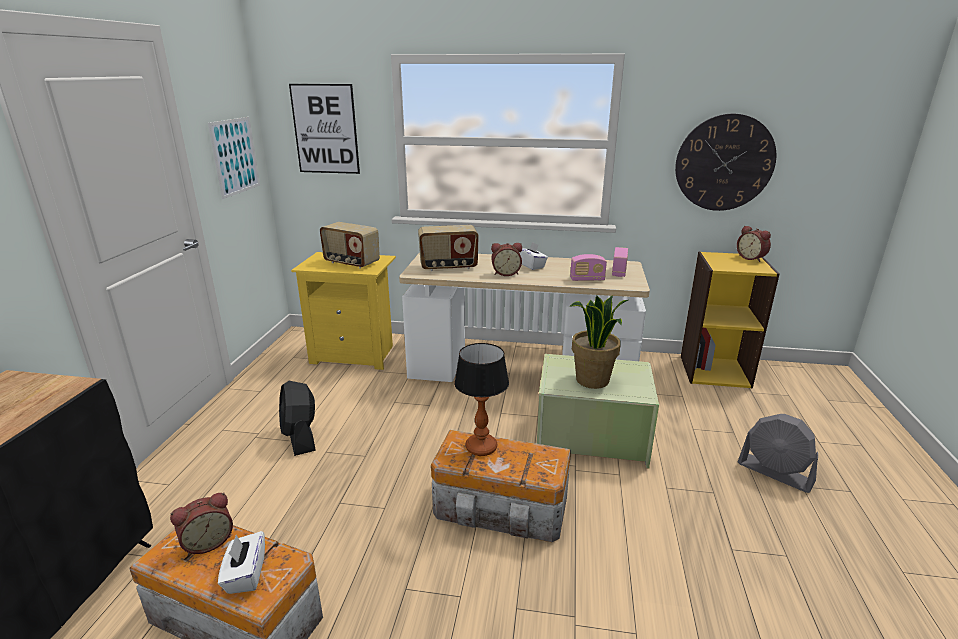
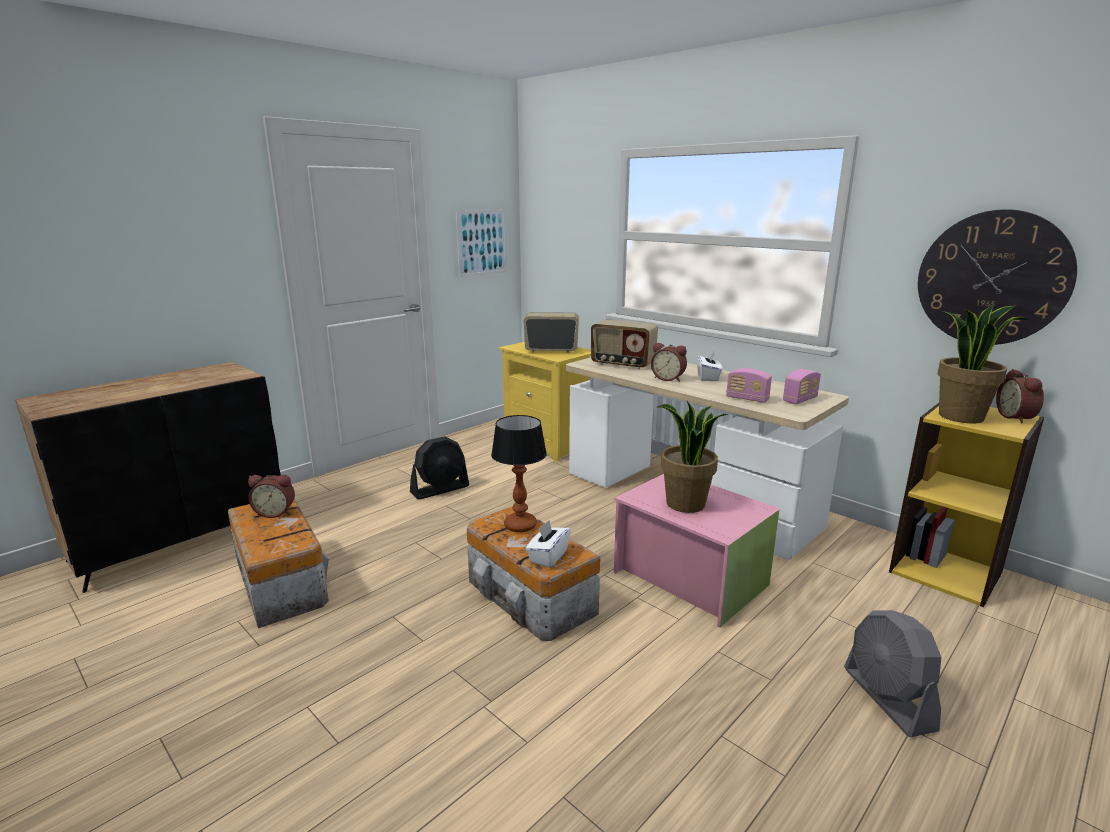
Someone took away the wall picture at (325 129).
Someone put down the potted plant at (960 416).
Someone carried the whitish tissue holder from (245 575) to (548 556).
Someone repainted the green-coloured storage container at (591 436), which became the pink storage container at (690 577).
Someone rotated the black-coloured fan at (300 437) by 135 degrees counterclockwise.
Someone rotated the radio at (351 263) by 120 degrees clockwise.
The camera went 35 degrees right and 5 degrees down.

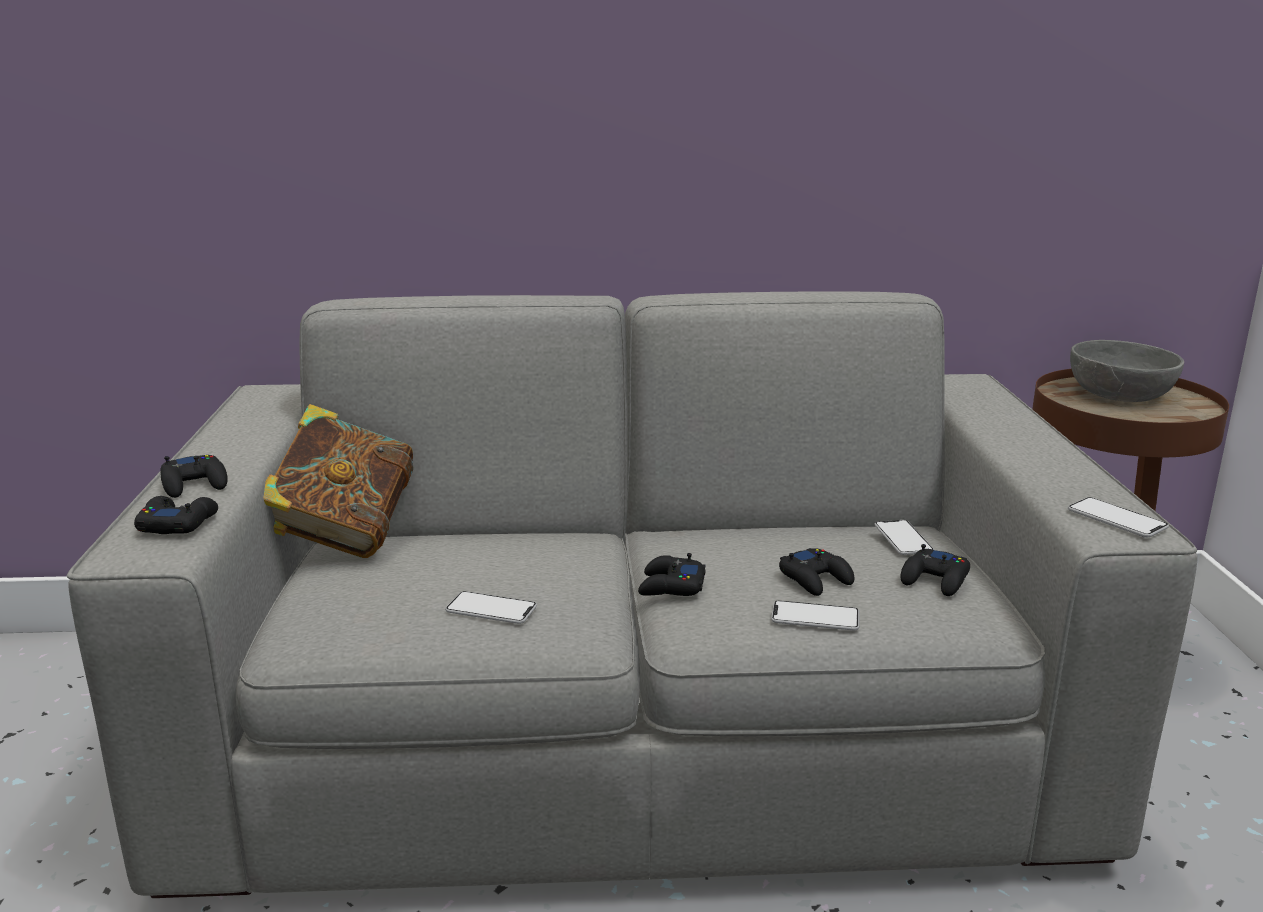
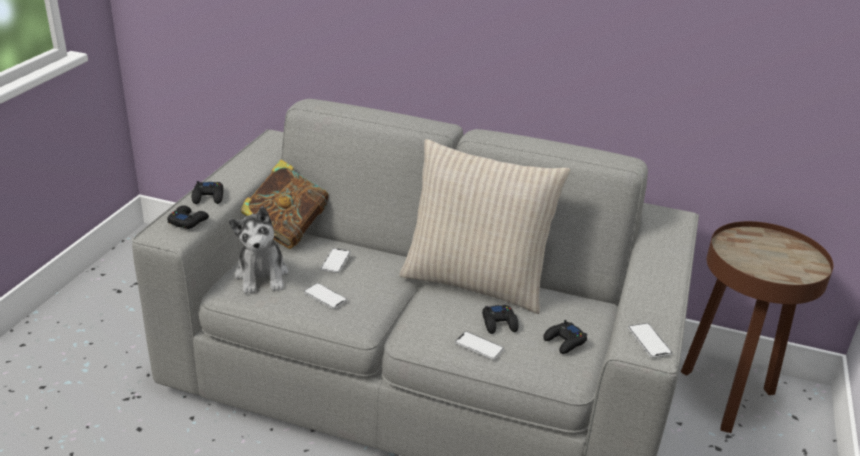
Someone took away the black-coloured joypad at (671 586).
Someone took away the greyish deep dish at (1120 393).
Someone put down the cuddly toy at (262 275).
Someone put down the beige pillow at (476 282).
Someone carried the handset from (903 539) to (335 261).
The camera went 20 degrees right and 10 degrees up.

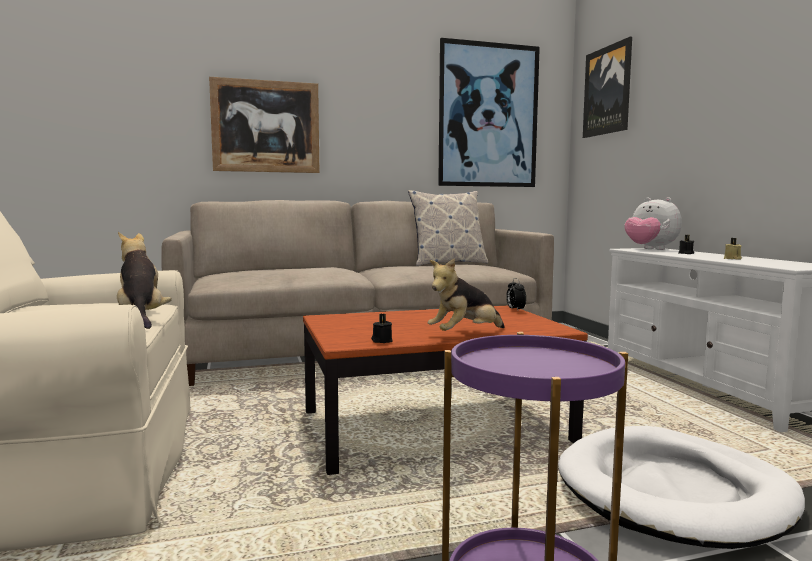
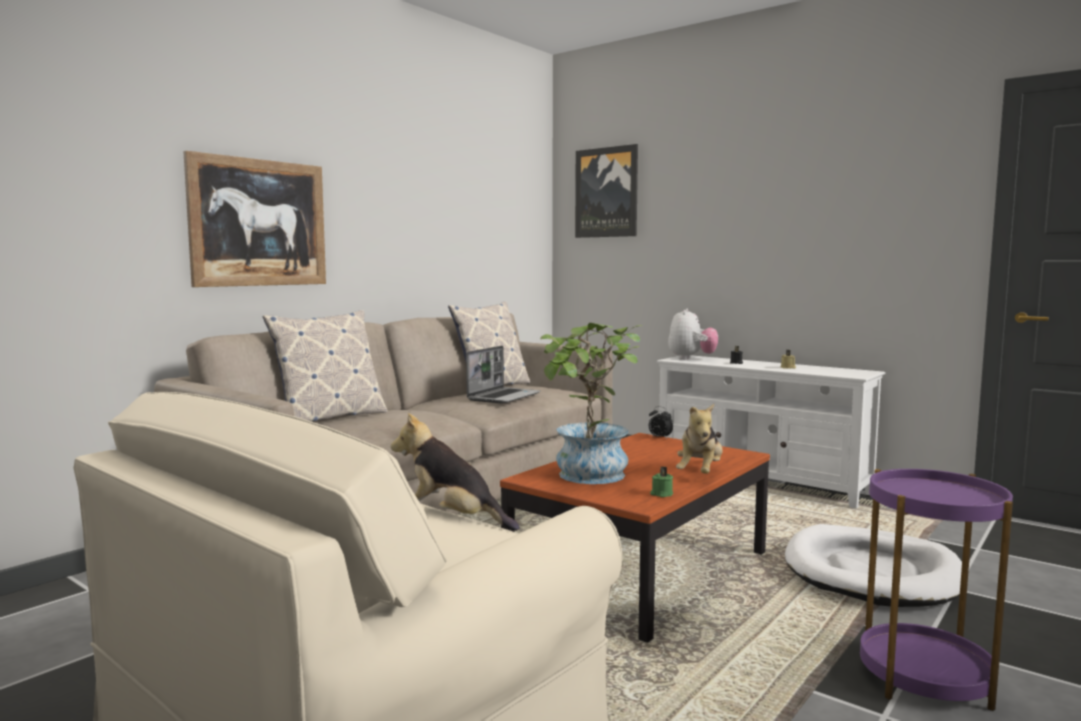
Someone took away the wall picture at (488 116).
Someone put down the pillow at (329 418).
Someone put down the portable computer at (504 397).
Someone put down the potted plant at (588 477).
Someone repainted the black-coloured candle at (381 341), which became the green-coloured candle at (661 494).
Someone rotated the cuddly toy at (650 249) by 90 degrees counterclockwise.
The camera went 35 degrees left and 0 degrees up.

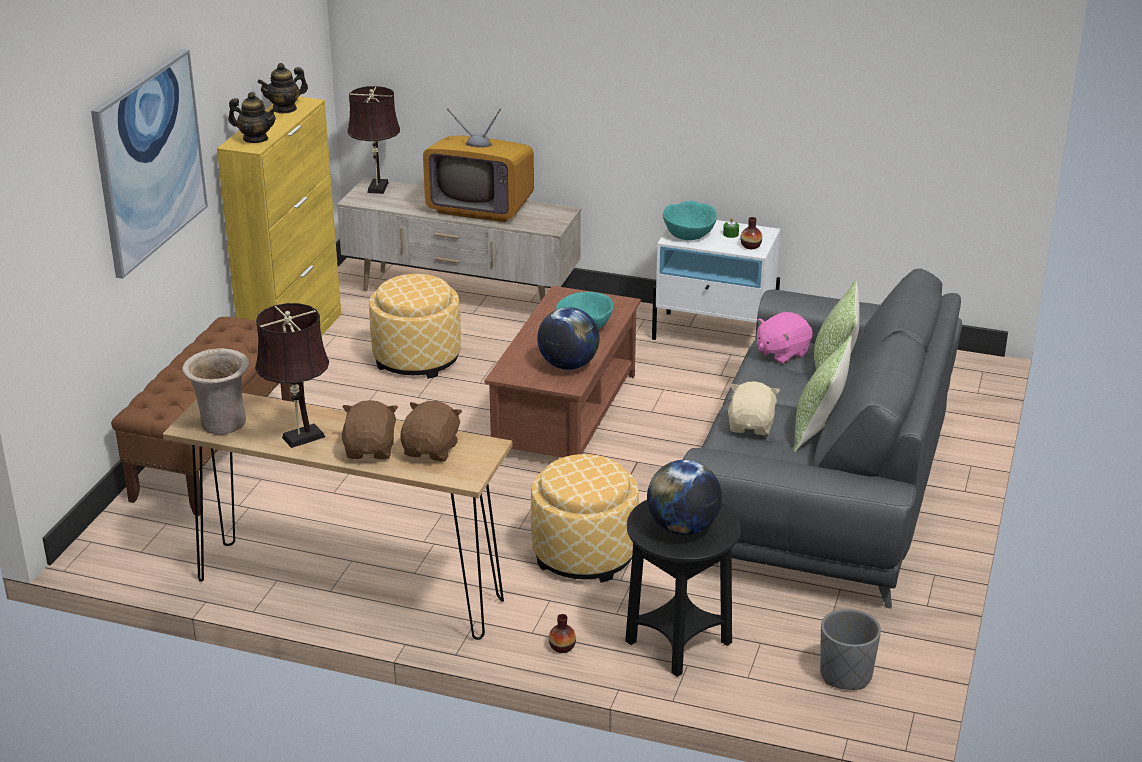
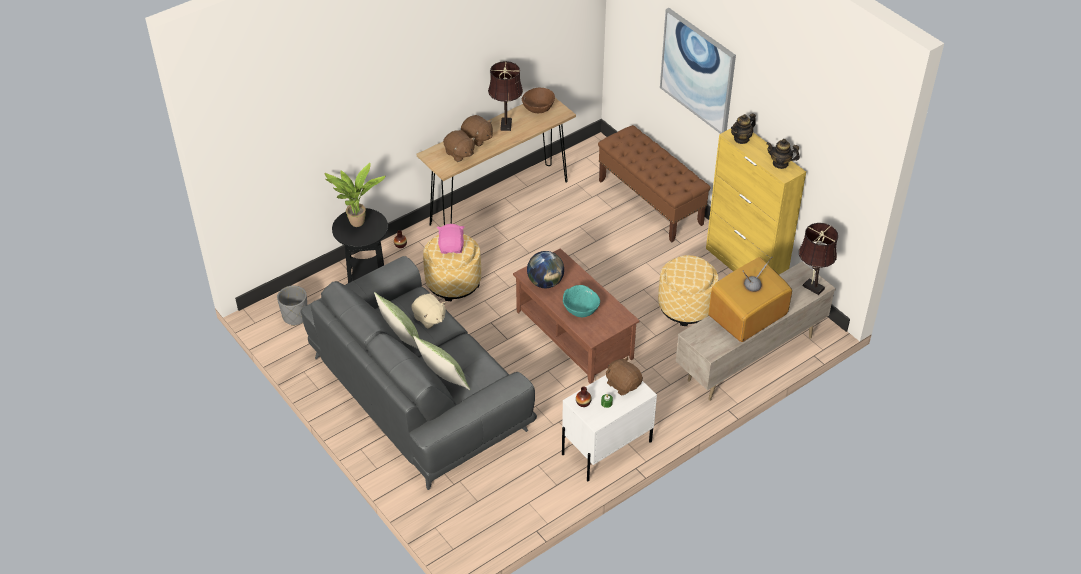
Someone carried the pink cuddly toy from (781 353) to (451 247).
Someone swapped the beige flower vase at (223 425) for the brownish deep dish at (538 108).
Someone swapped the desk globe at (683 528) for the potted plant at (357 225).
Someone swapped the turquoise-coloured deep dish at (689 234) for the brownish cuddly toy at (623 384).
Someone rotated the tea pot at (285 109) by 75 degrees counterclockwise.
The camera went 125 degrees right and 15 degrees up.

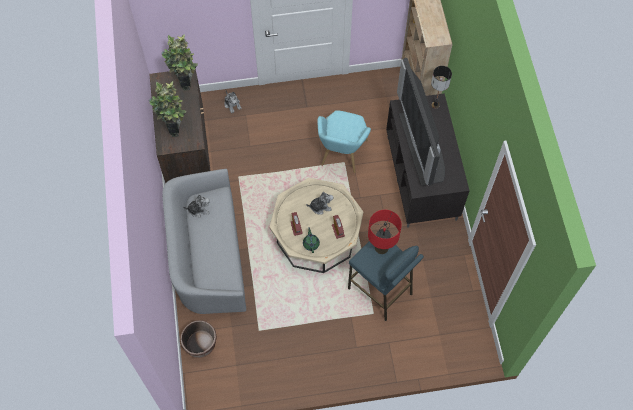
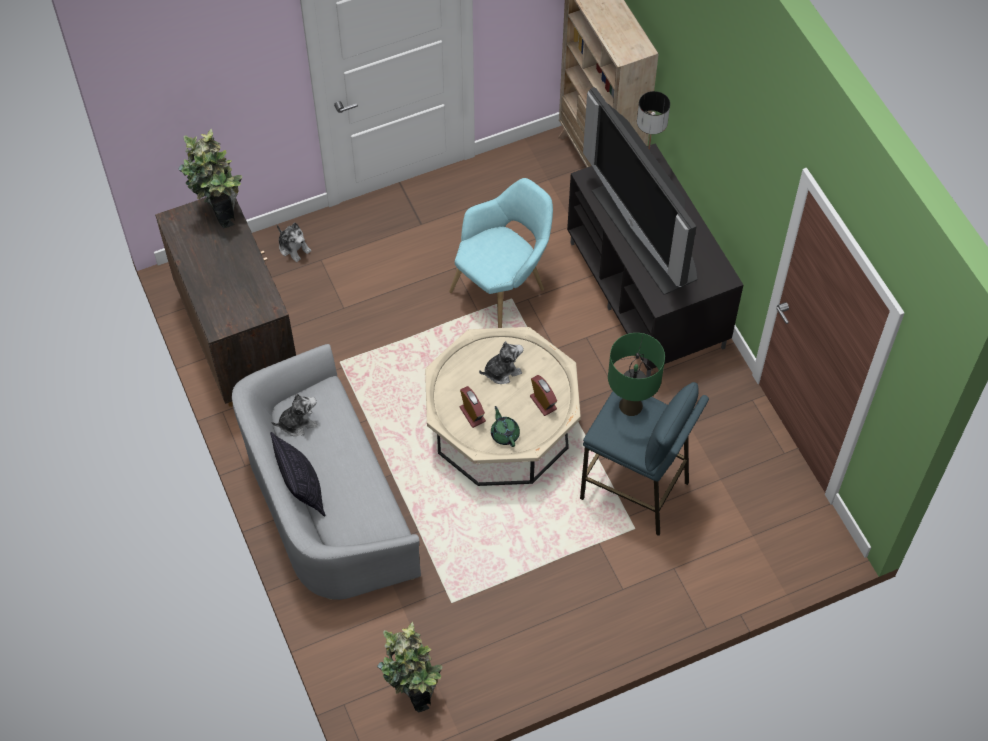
Someone took away the brownish plant pot at (200 344).
Someone put down the pillow at (302 489).
Someone carried the potted plant from (173 125) to (413 690).
Someone repainted the red-coloured lamp for a table at (381 247), which became the green-coloured lamp for a table at (630 405).
Someone rotated the turquoise-coloured lounge chair at (341 155) by 135 degrees counterclockwise.
The camera went 15 degrees left and 5 degrees down.

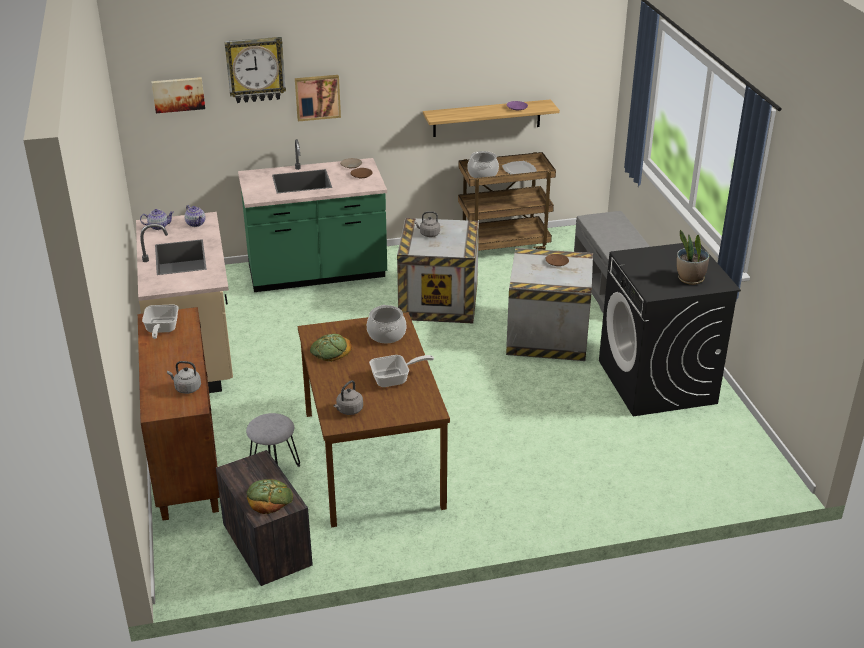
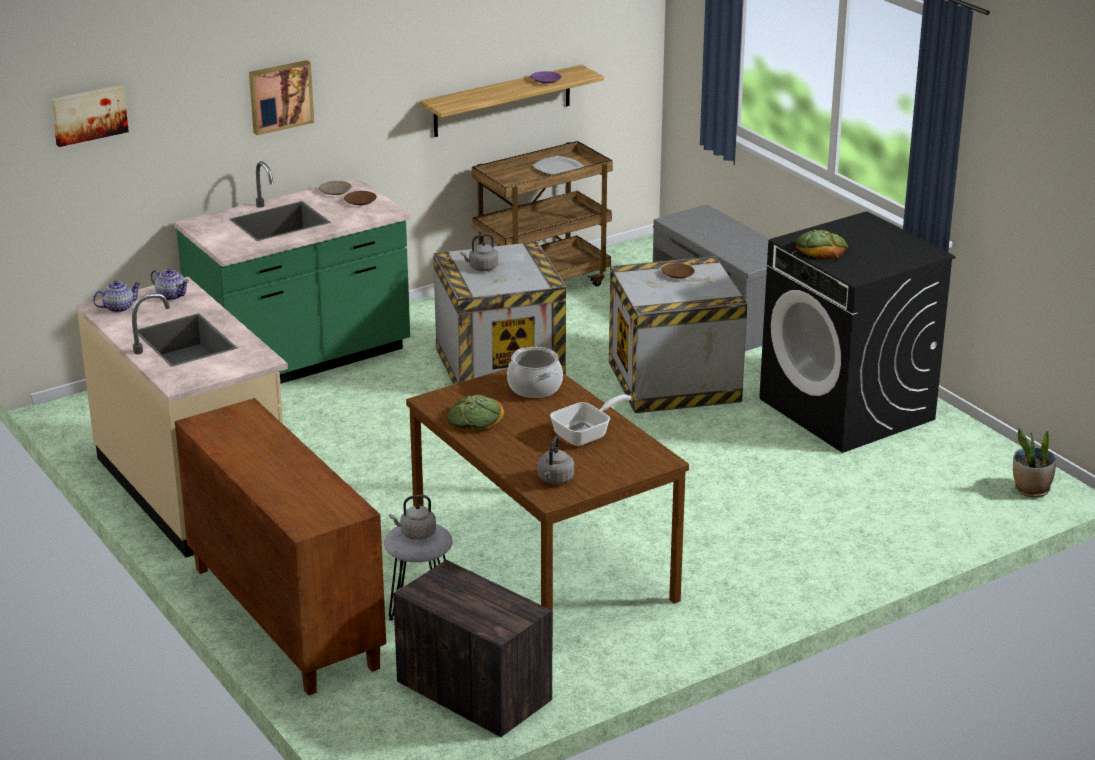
Someone took away the pan at (161 330).
Someone took away the wall clock at (255 69).
Someone took away the stockpot at (483 174).
Someone carried the greyish water kettle from (186 388) to (416 534).
Someone carried the bread from (269 498) to (821 249).
Someone carried the potted plant from (690 279) to (1031 490).
The camera went 20 degrees left and 5 degrees down.

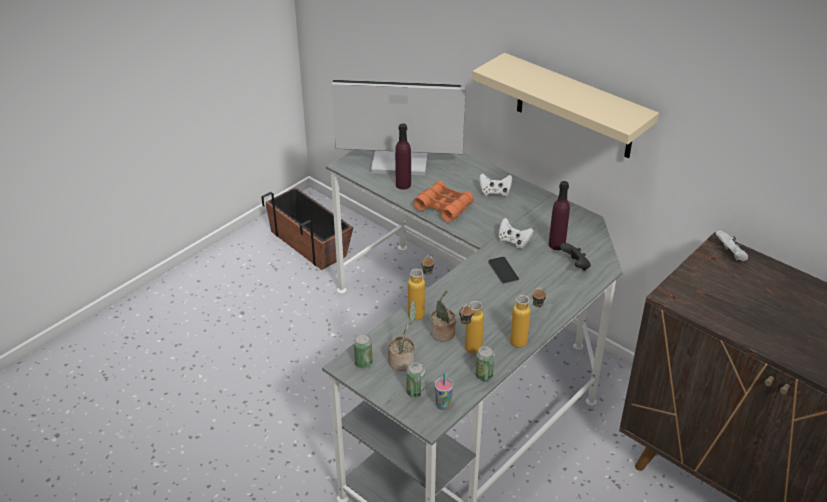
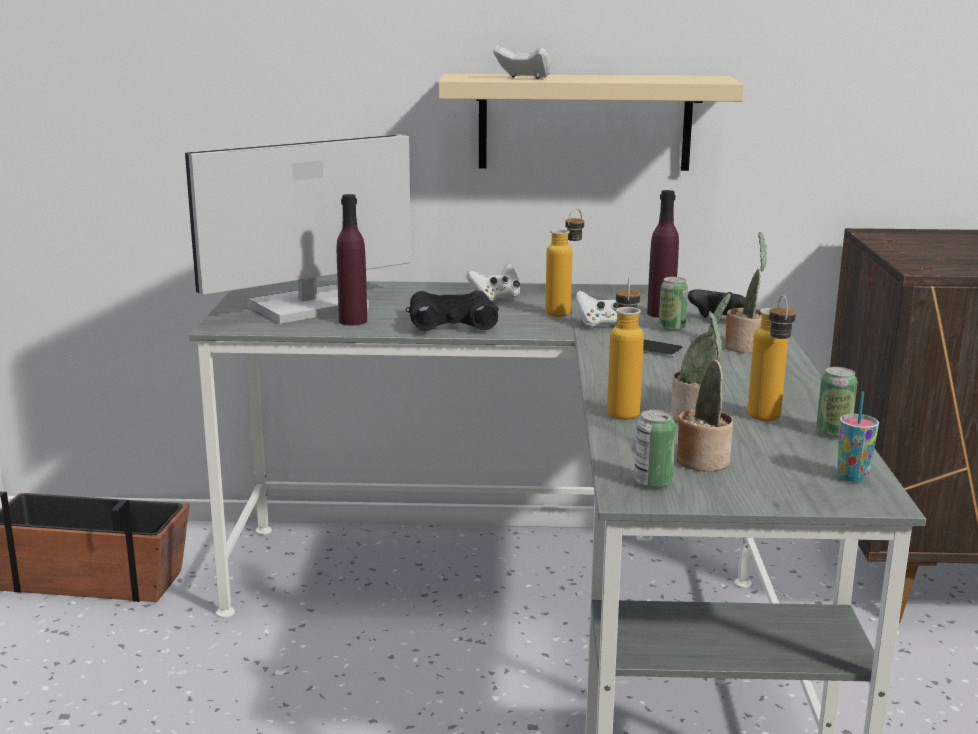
Someone put down the potted plant at (746 346).
Someone carried the sealed can from (415 392) to (671 328).
Someone carried the bottle from (525 341) to (564 311).
Someone carried the whitish joypad from (730 255) to (524 78).
Someone repainted the orange-coloured field glasses at (443 207), which became the black-coloured field glasses at (452 323).
The camera went 40 degrees left and 20 degrees down.

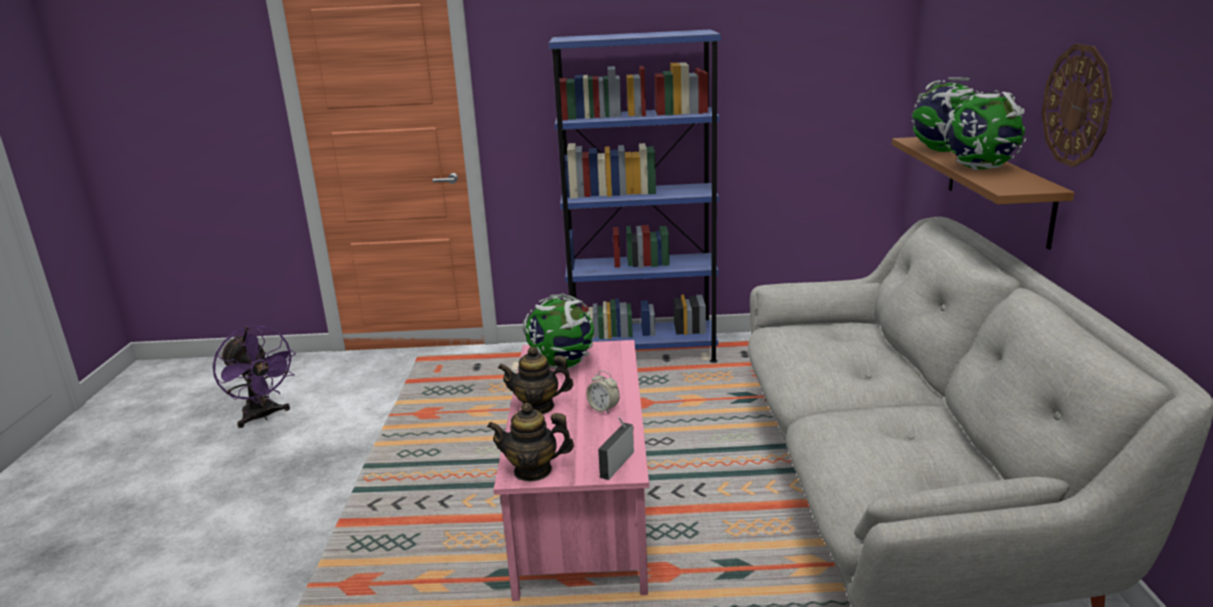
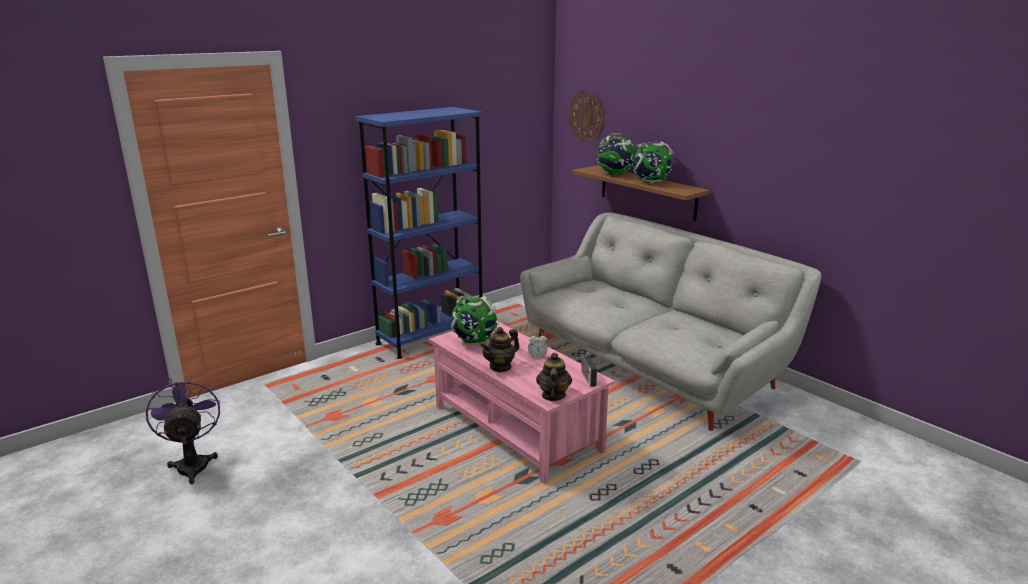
Someone carried the wall clock from (1077 105) to (587 116).
Someone rotated the purplish fan at (263 416) by 120 degrees counterclockwise.
Someone rotated the tea pot at (533 471) by 135 degrees clockwise.
The camera went 40 degrees left and 0 degrees up.

